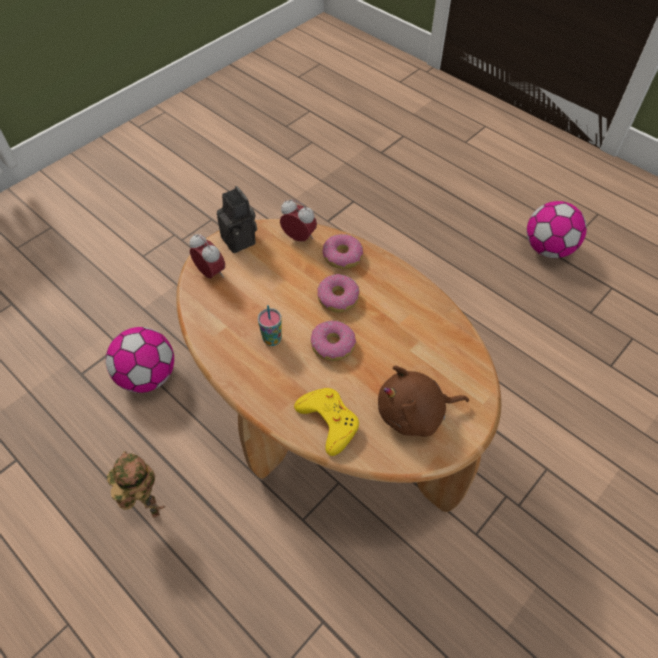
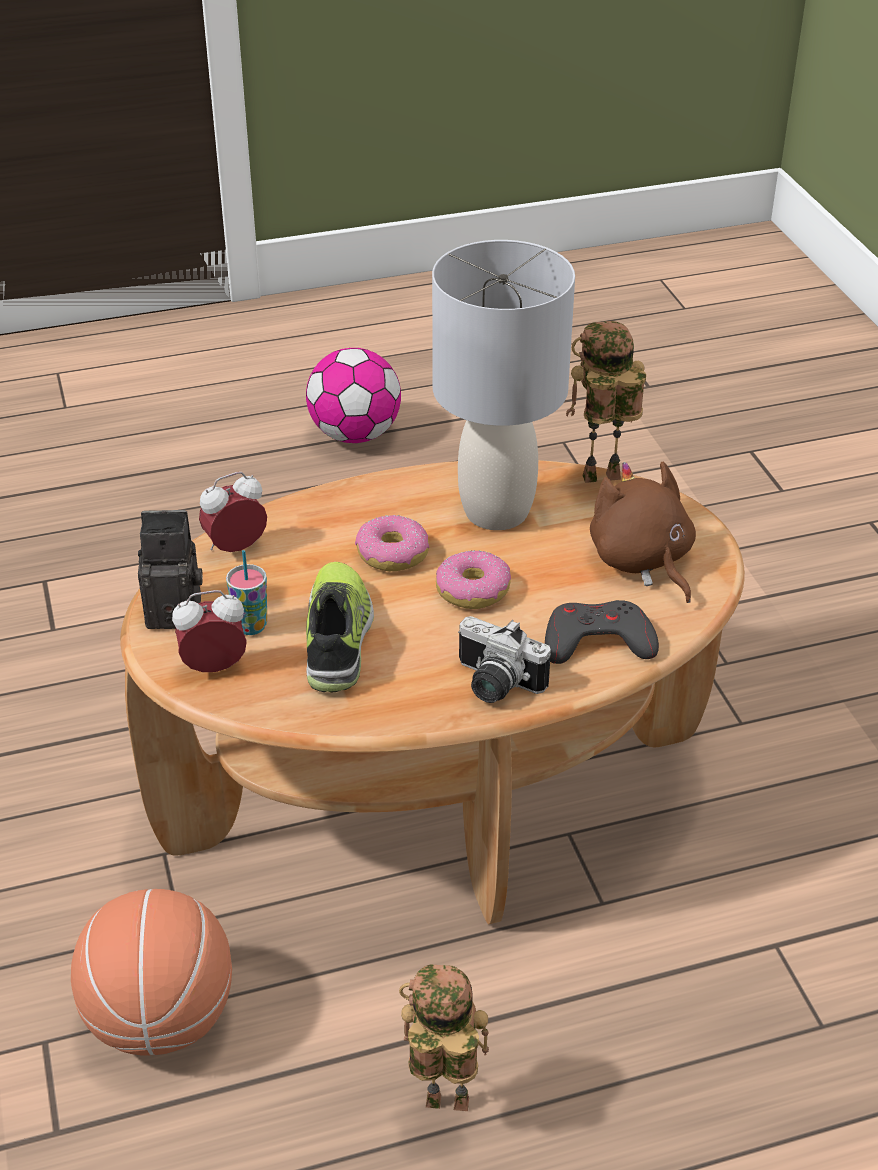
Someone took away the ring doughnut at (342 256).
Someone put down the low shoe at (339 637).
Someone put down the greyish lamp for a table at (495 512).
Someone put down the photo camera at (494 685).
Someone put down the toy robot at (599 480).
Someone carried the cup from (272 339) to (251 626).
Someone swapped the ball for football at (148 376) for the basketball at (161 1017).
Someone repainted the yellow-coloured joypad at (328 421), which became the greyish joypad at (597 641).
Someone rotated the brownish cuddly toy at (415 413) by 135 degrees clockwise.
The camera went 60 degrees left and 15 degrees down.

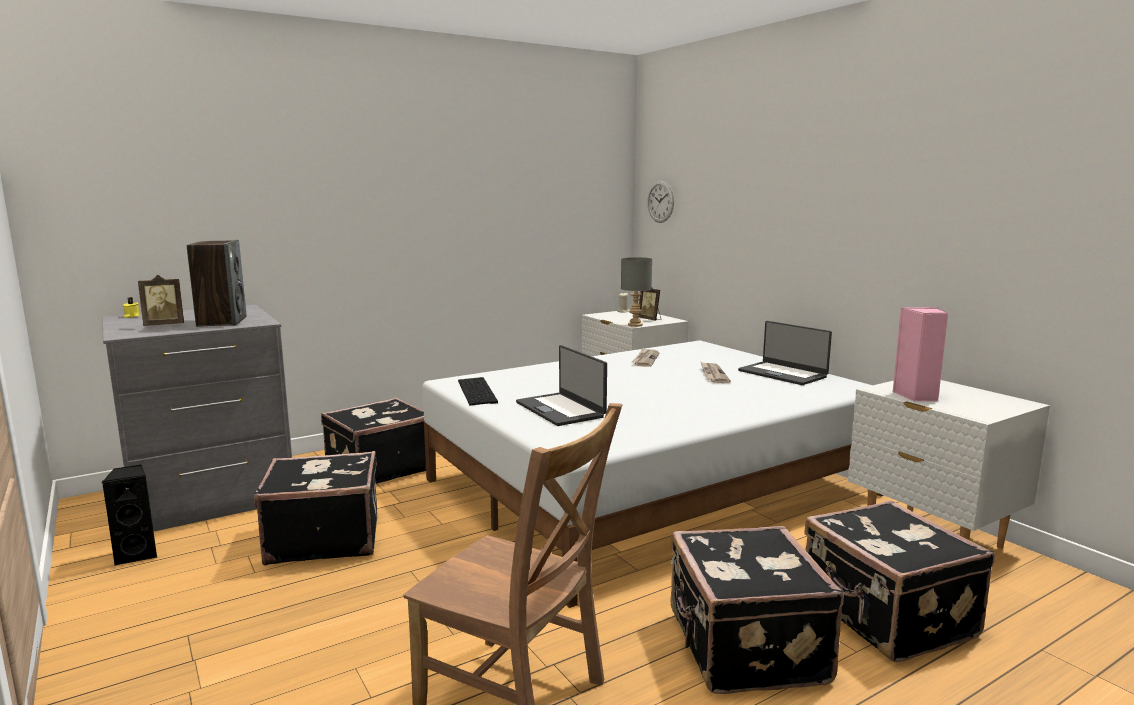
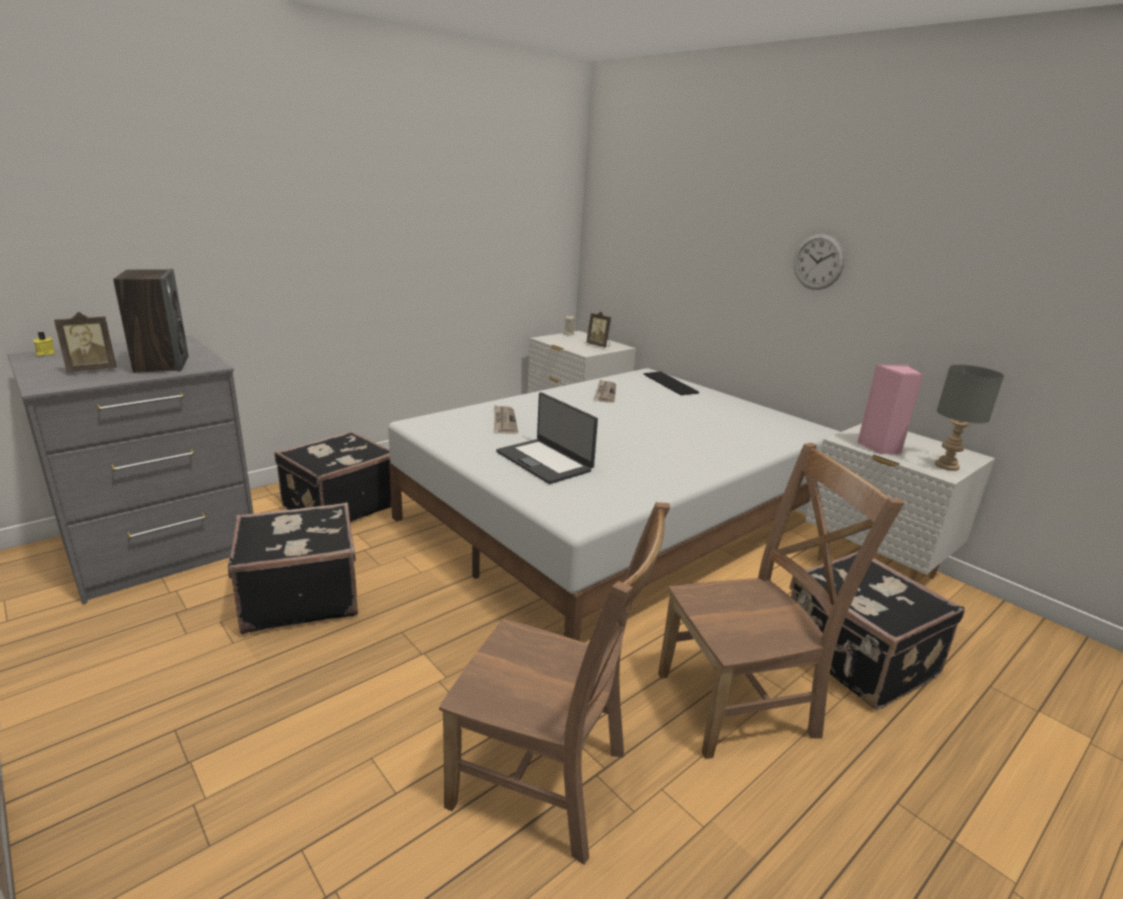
Someone took away the black-coloured loudspeaker at (138 554).
Someone took away the portable computer at (783 374).
Someone carried the keyboard from (478 391) to (671 383).
Someone carried the greyish lamp for a table from (635 325) to (946 466).
Someone carried the wall clock from (660 201) to (818 262).
Someone carried the printed paper from (713 374) to (504 421).
Someone swapped the black-coloured travel case at (743 648) for the brownish plain chair at (742 703).
The camera went 10 degrees left and 10 degrees up.

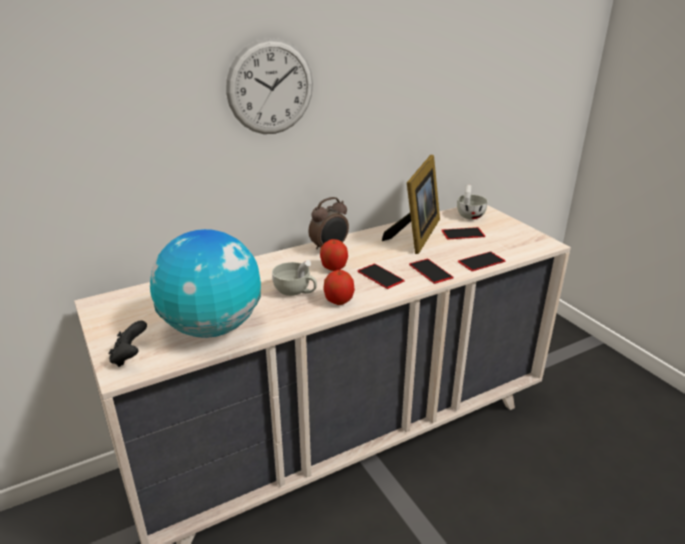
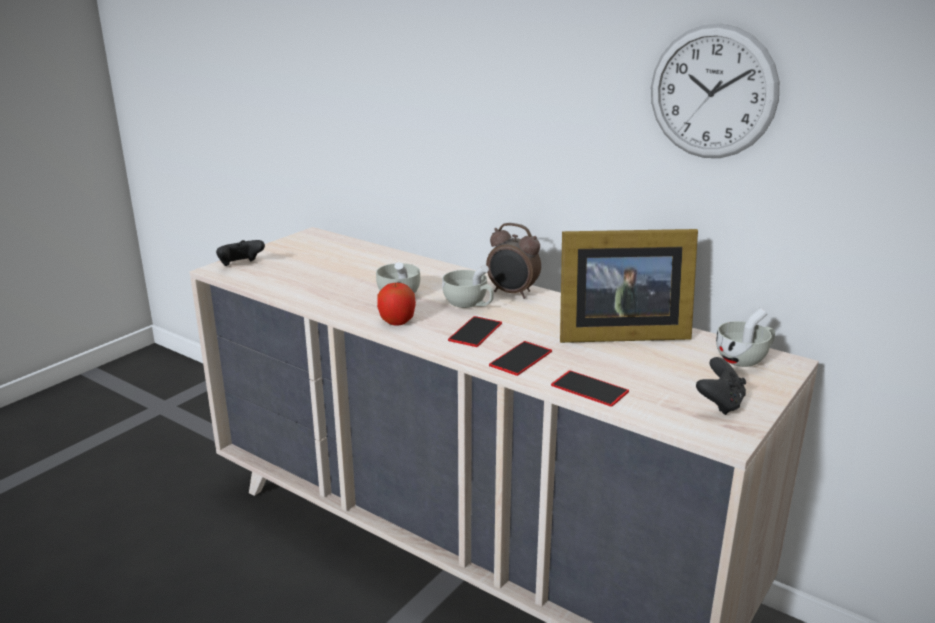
Someone took away the desk globe at (212 327).
Someone took away the handset at (463 233).
Someone put down the black-coloured joypad at (720 404).
Someone carried the wall clock from (270 87) to (712 92).
Someone swapped the whole apple at (334 268) for the whitish cup at (469 304).
The camera went 65 degrees right and 5 degrees down.

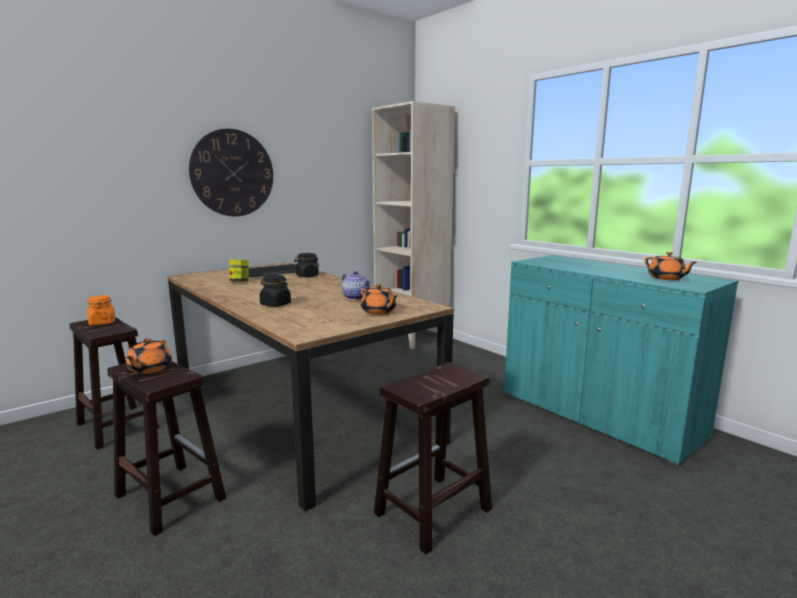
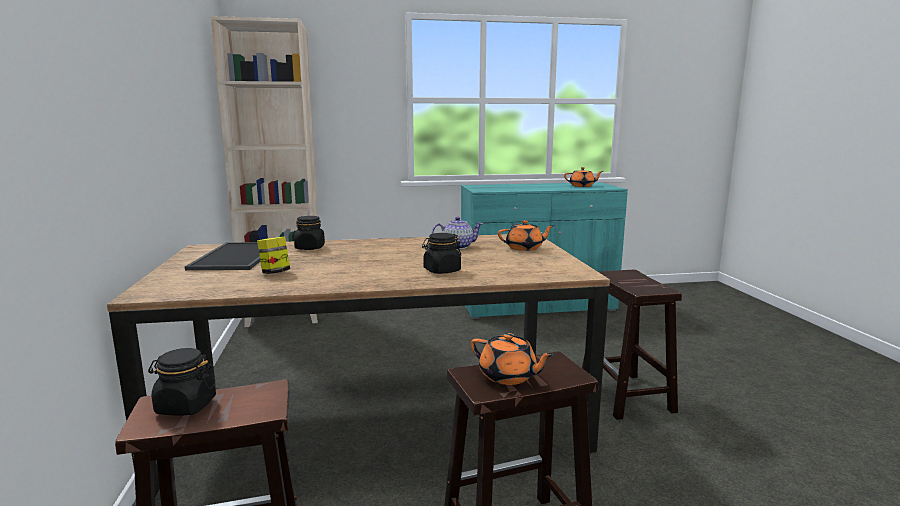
Someone took away the wall clock at (232 173).
Someone repainted the orange-coloured storage jar at (102 323), which became the black-coloured storage jar at (185 406).
The camera went 60 degrees left and 0 degrees up.

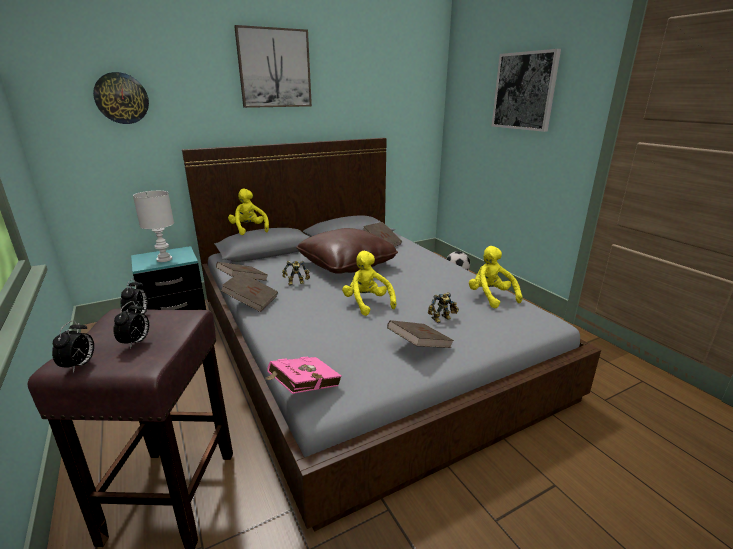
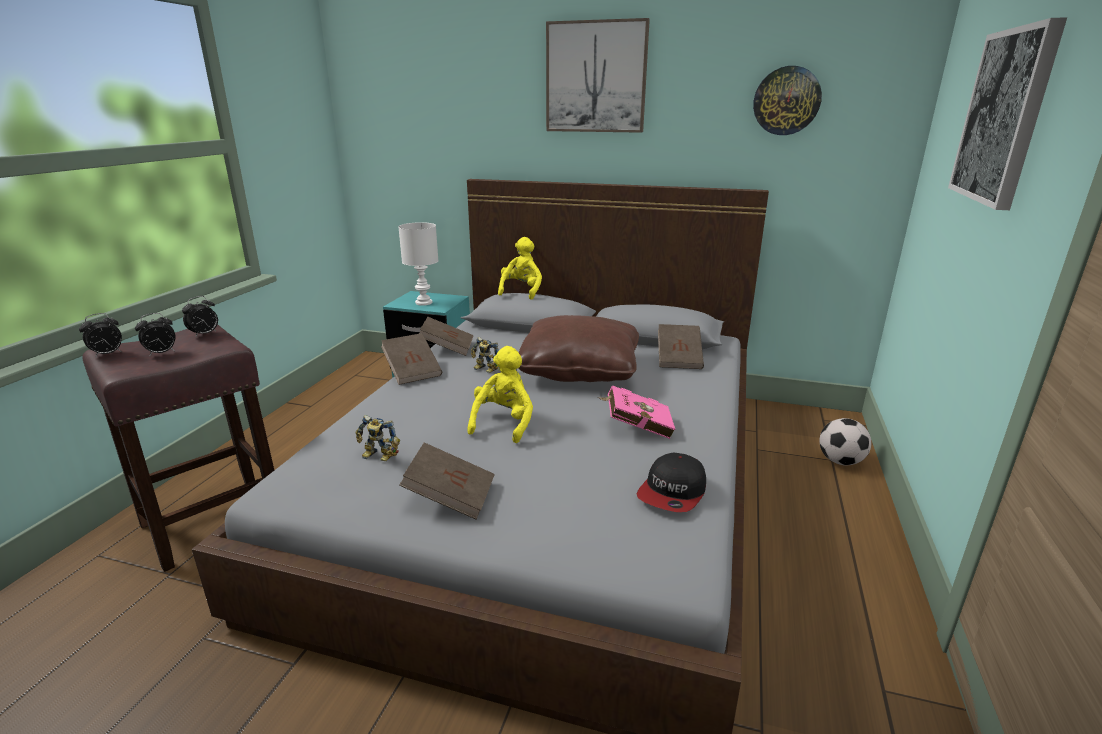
Someone carried the wall clock from (121 98) to (786 101).
Someone carried the pink bound book from (302 389) to (635 427).
Someone carried the toy robot from (442 319) to (378 457).
Someone swapped the yellow-coloured cuddly toy at (490 297) for the baseball cap at (673 492).
The camera went 45 degrees right and 0 degrees up.

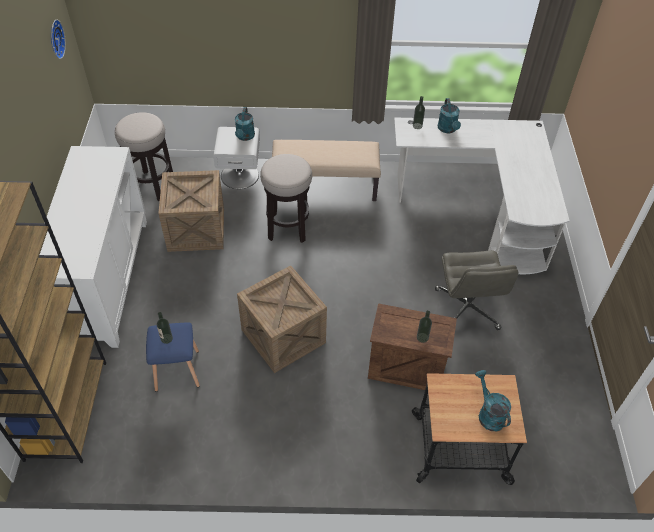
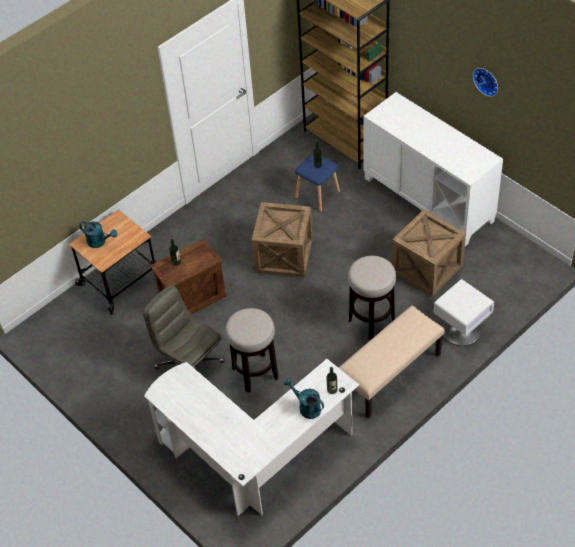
Someone took away the turquoise-coloured watering can at (245 137).
Someone carried the wall clock from (55 39) to (487 80).
Someone carried the sitting stool from (152 186) to (255 373).
The camera went 140 degrees right and 0 degrees up.

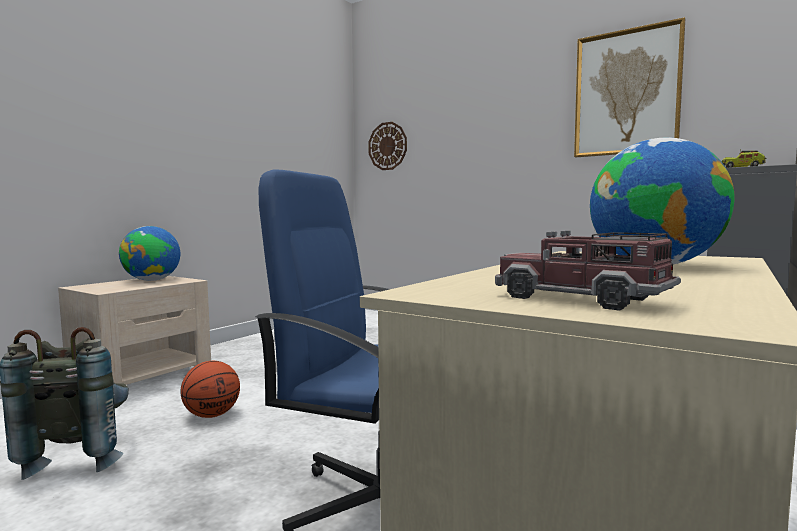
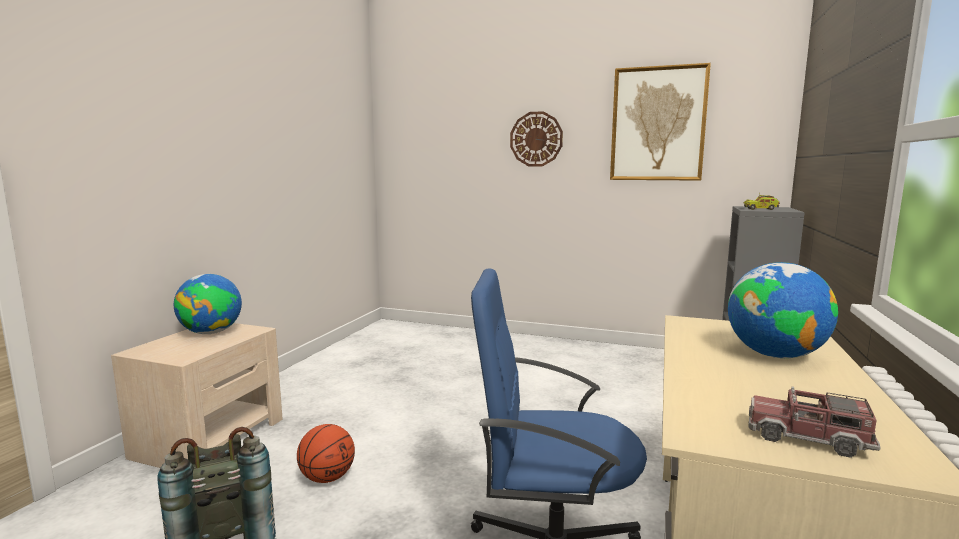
Someone carried the wall clock from (387 146) to (536 139).
The camera went 15 degrees left and 5 degrees up.

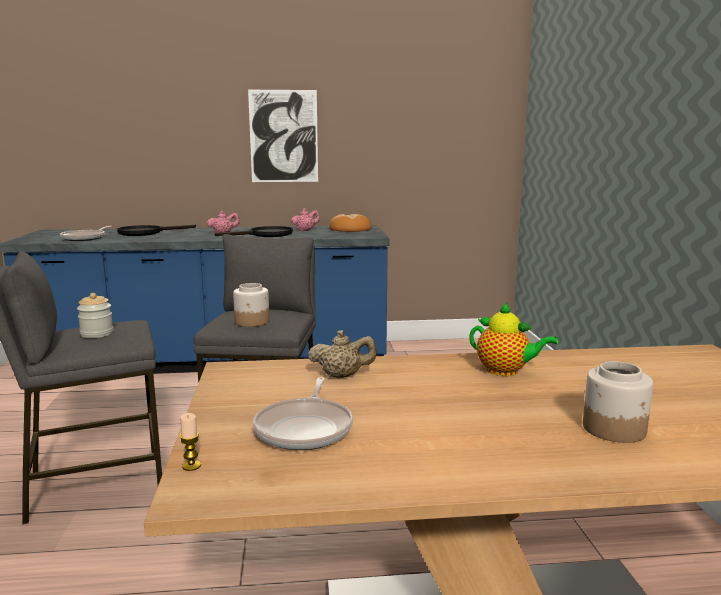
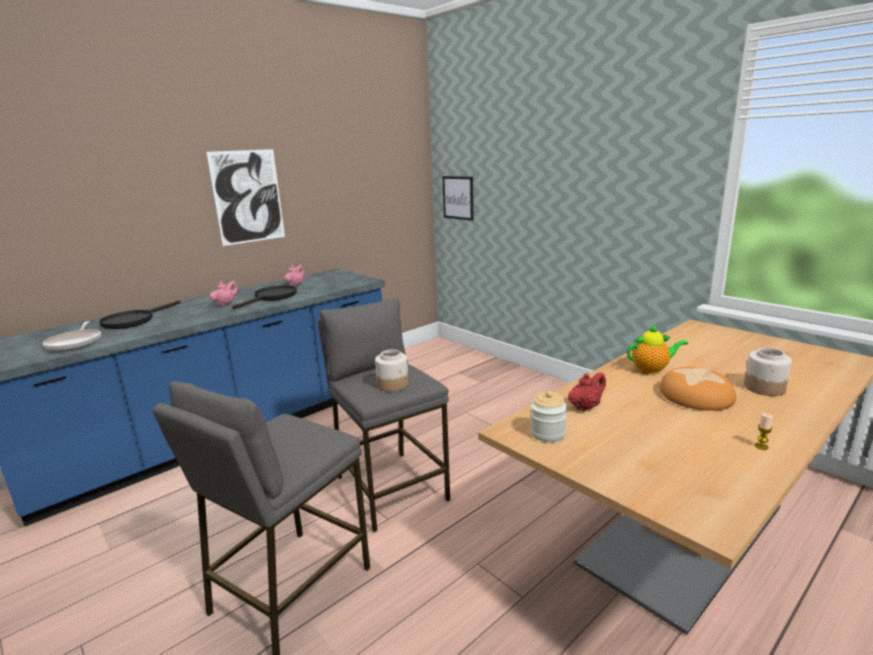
Someone took away the pan at (305 429).
Someone put up the wall picture at (458 197).
Someone carried the storage jar from (97 334) to (547 433).
Someone carried the candle from (191 466) to (761 446).
Someone carried the bread from (350 229) to (697 396).
Someone repainted the beige tea pot at (342 376), which became the red-coloured tea pot at (585 407).
The camera went 35 degrees left and 5 degrees up.

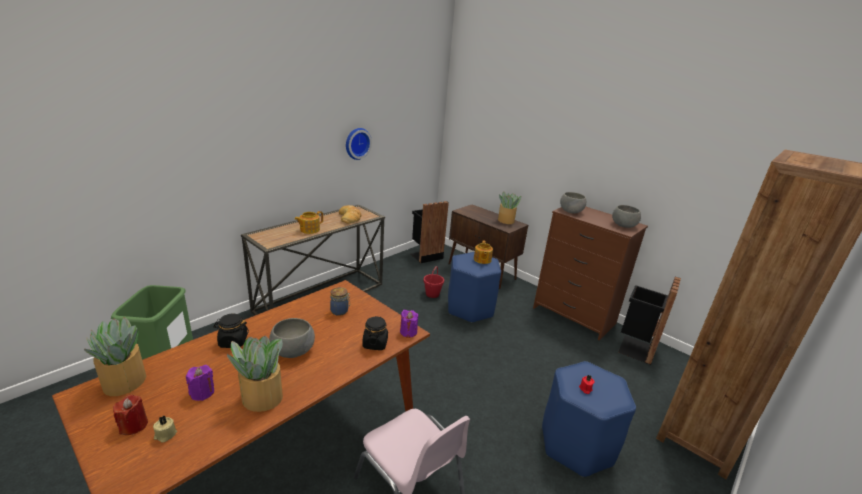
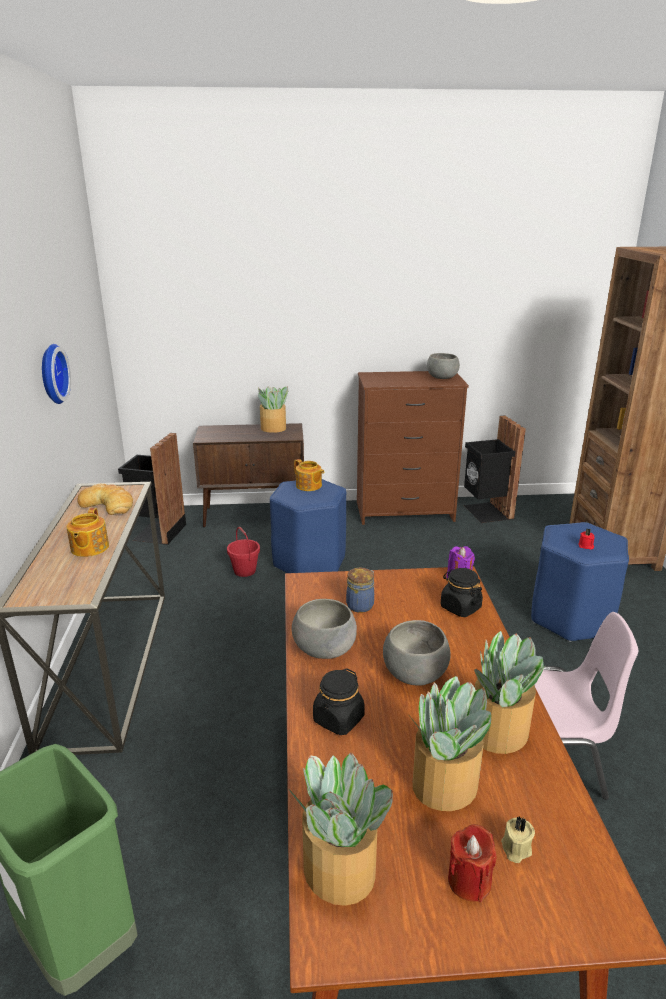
Someone carried the greyish deep dish from (570 211) to (323 648).
Someone swapped the purplish candle at (202 393) for the potted plant at (443 785).
The camera went 45 degrees left and 0 degrees up.

